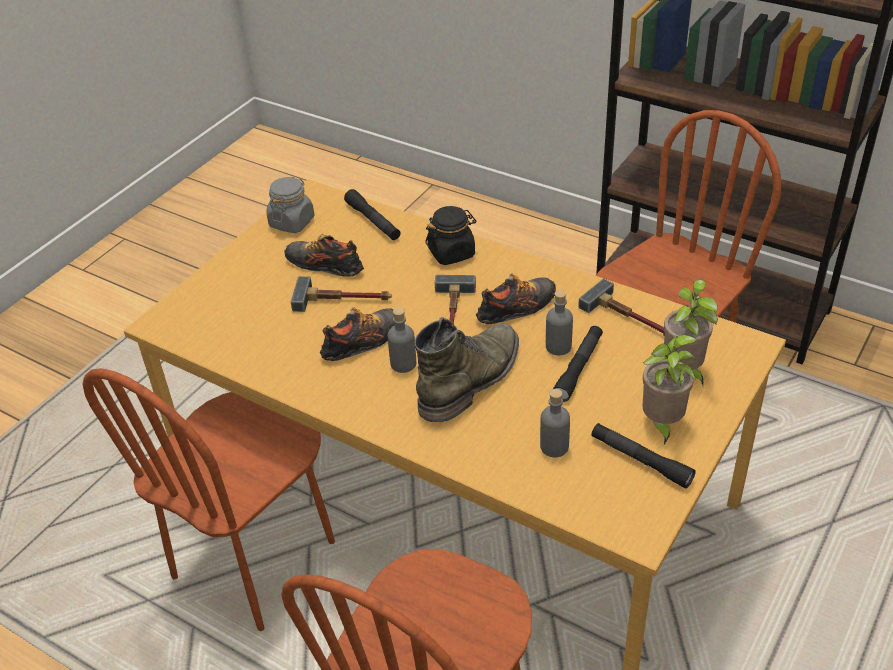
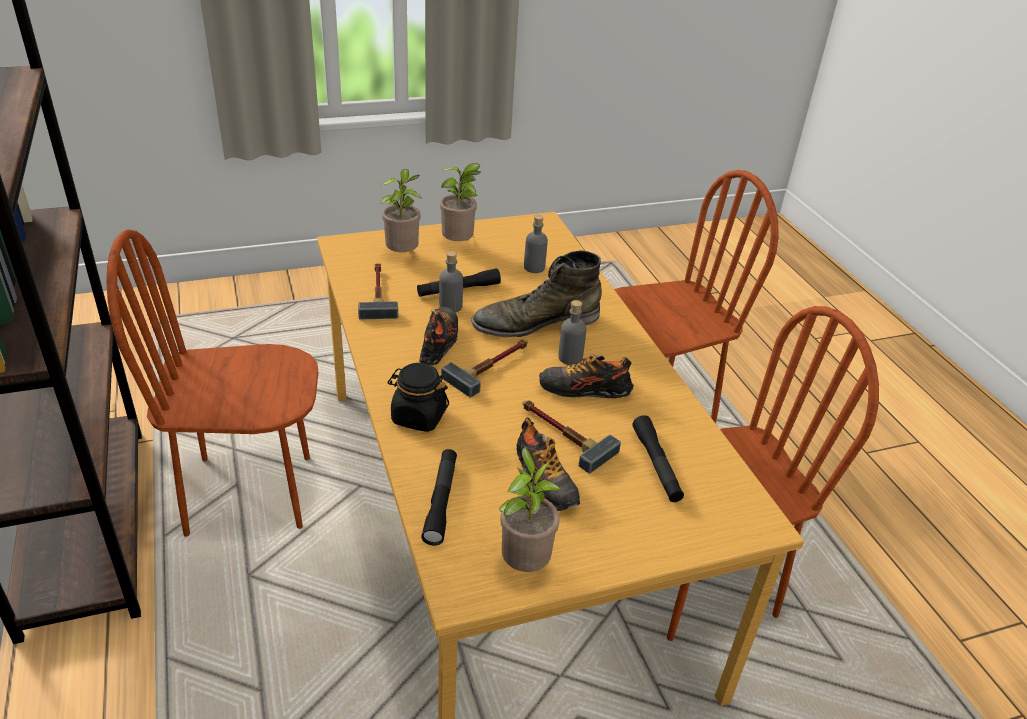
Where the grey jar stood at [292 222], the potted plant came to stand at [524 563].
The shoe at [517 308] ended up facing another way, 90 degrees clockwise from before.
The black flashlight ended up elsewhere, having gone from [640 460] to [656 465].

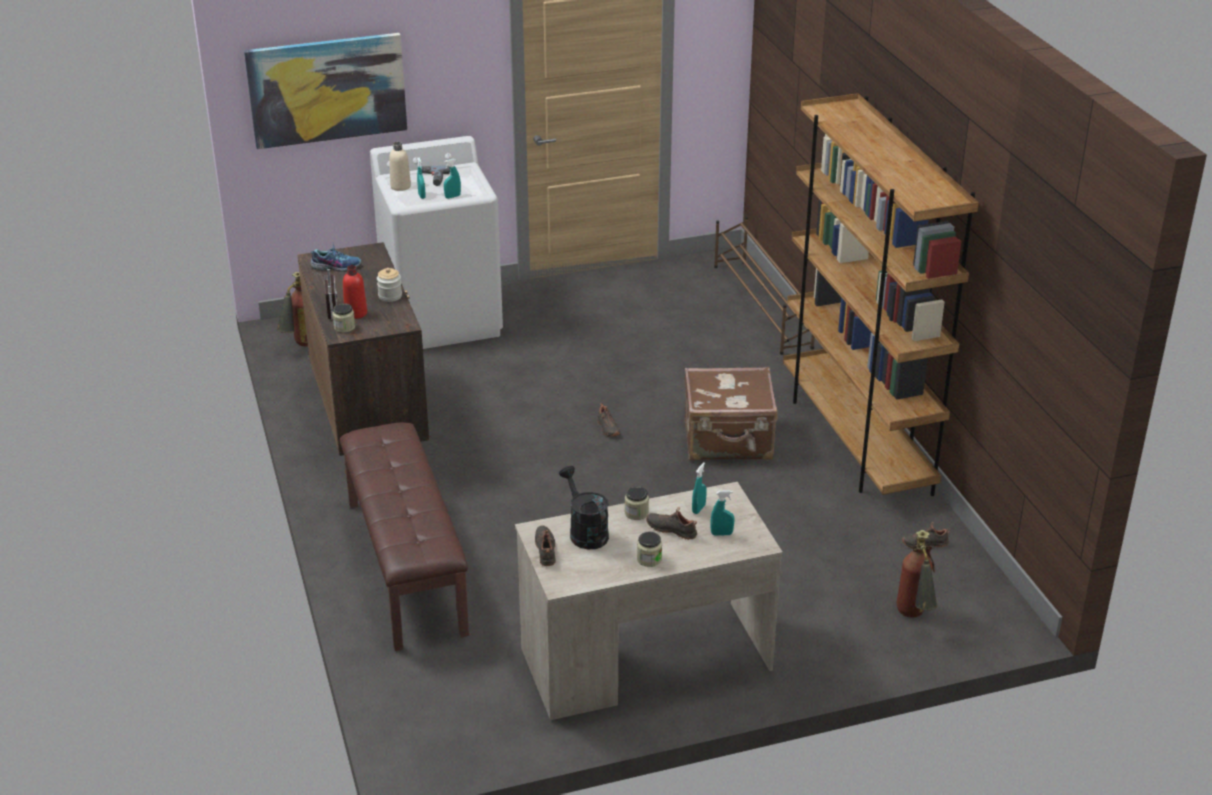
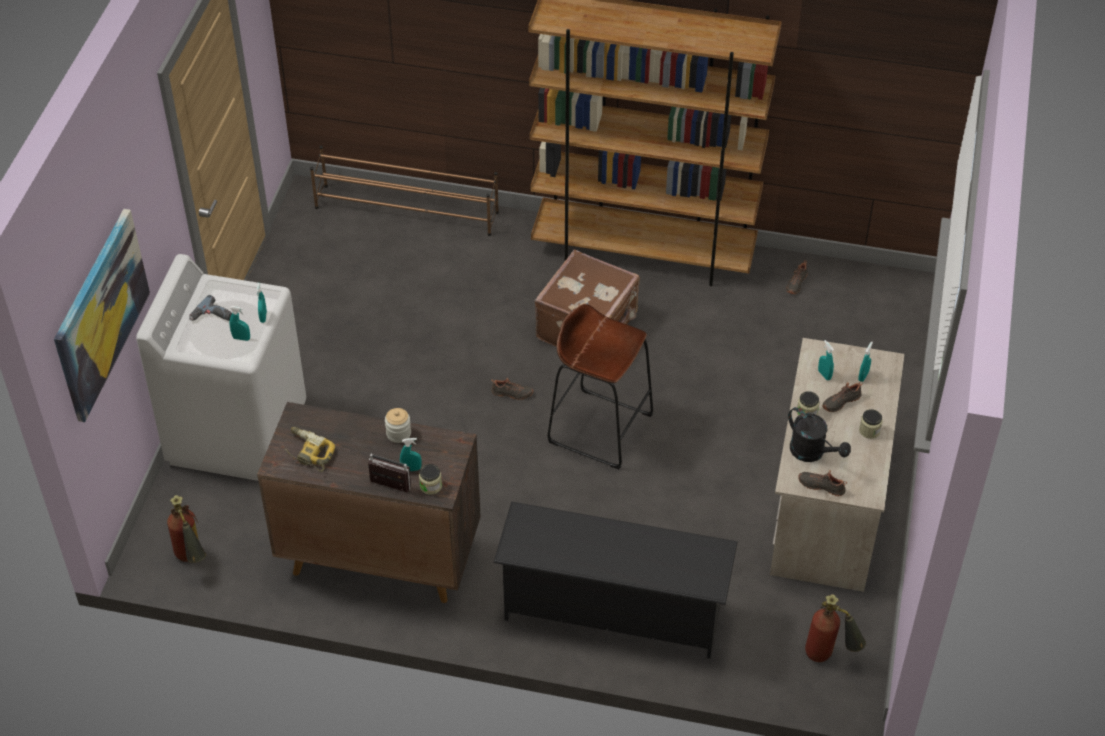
Where the shoe stood at [336 266], the power drill came to stand at [308 453].
Where the brown bench stood at [404 566], the black shoe rack came to stand at [613 610].
Where the red bottle stood at [356 313], the turquoise spray bottle came to stand at [411 469].
The second view lost the beige bottle at [400 186].
The black watering can at [585 532] ended up facing another way, 135 degrees counterclockwise from before.
The fire extinguisher ended up elsewhere, having gone from [914 617] to [829 656].
The second view gained the brown stool at [600 428].

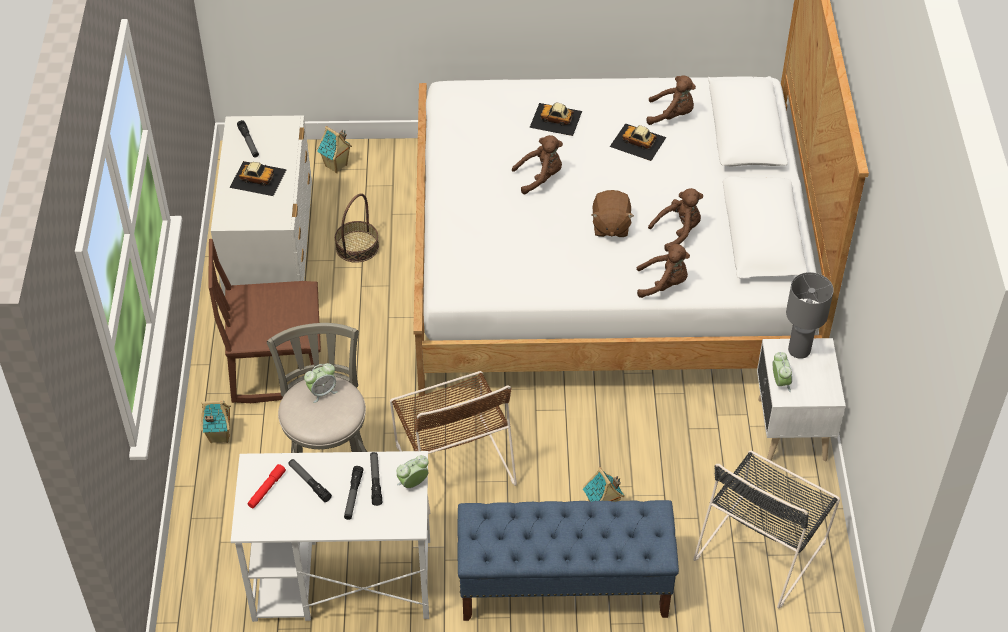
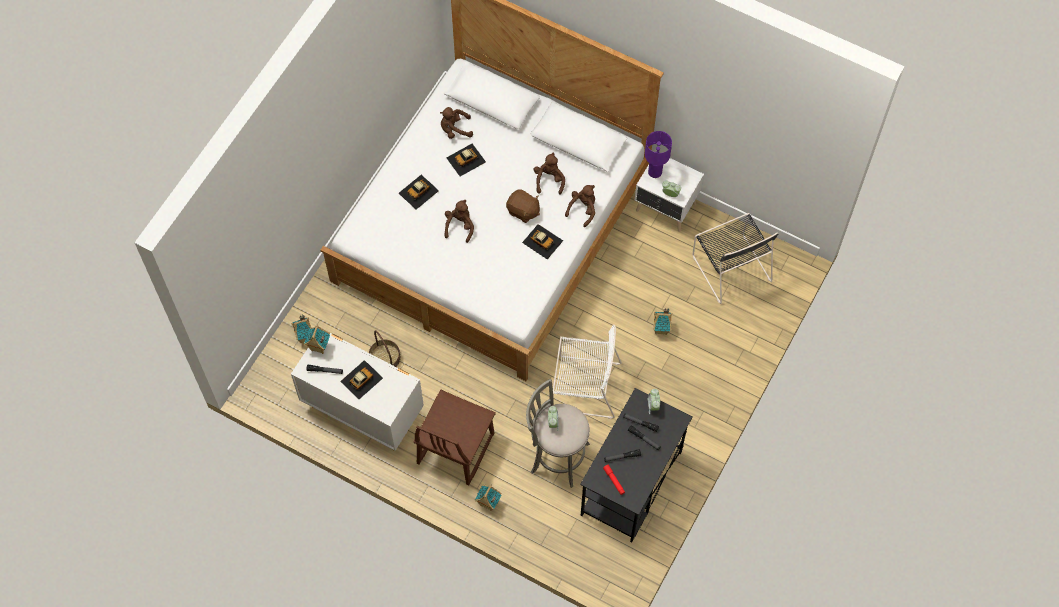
What was the white desk at [341 580] turned into the black desk at [631 484].
What was the brown chair at [453 460] turned into the white chair at [583 386].
The second view lost the blue bench at [563 587].
The brown plush toy at [672 115] ended up facing another way, 135 degrees counterclockwise from before.
What was the grey table lamp at [799 350] turned into the purple table lamp at [654 172].
The second view gained the toy house at [318 347].
The second view gained the toy car at [542 241].

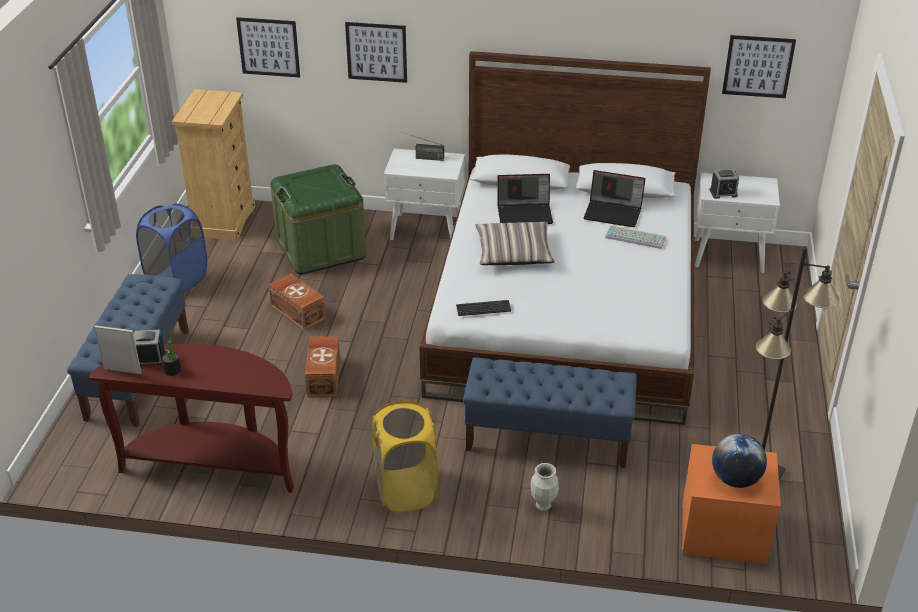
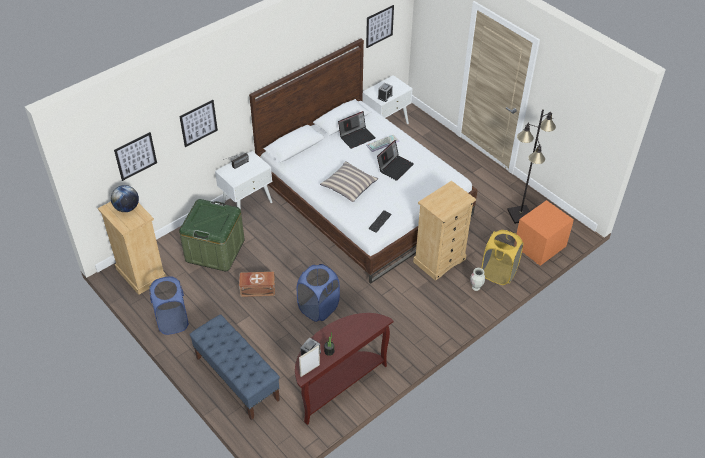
Where the brown storage box stood at [324 376], the blue laundry basket came to stand at [318 308].
The yellow laundry basket ended up elsewhere, having gone from [405 490] to [498 273].
Where the blue bench stood at [548 439], the beige dresser came to stand at [439 260].
The laptop ended up elsewhere, having gone from [525 213] to [395 167].
The globe ended up elsewhere, having gone from [735 479] to [127 208].

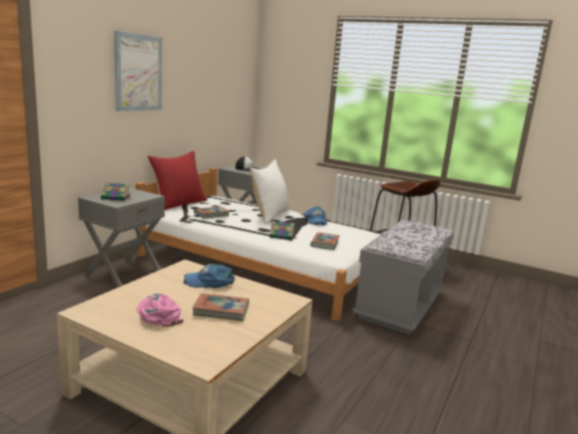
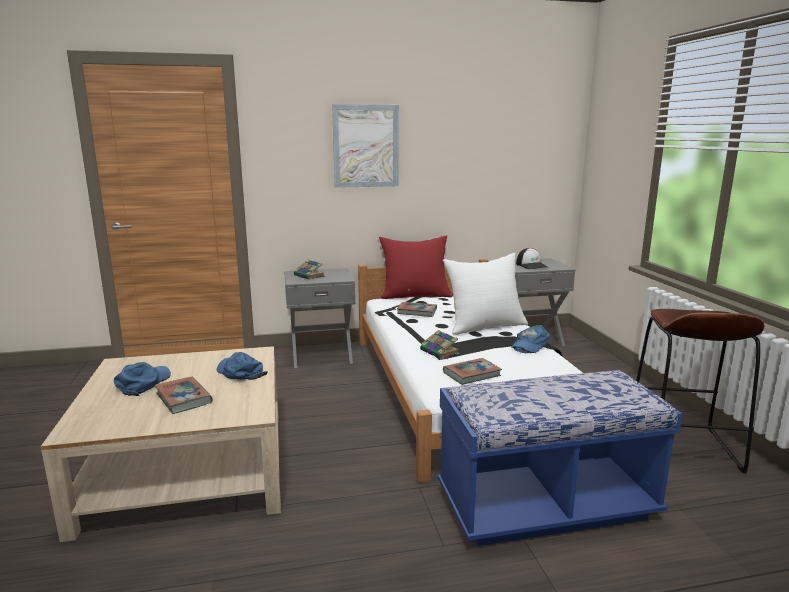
What was the pink cap at [158 314] turned into the blue cap at [143 383].
What was the grey bench at [400 306] turned into the blue bench at [546 505].

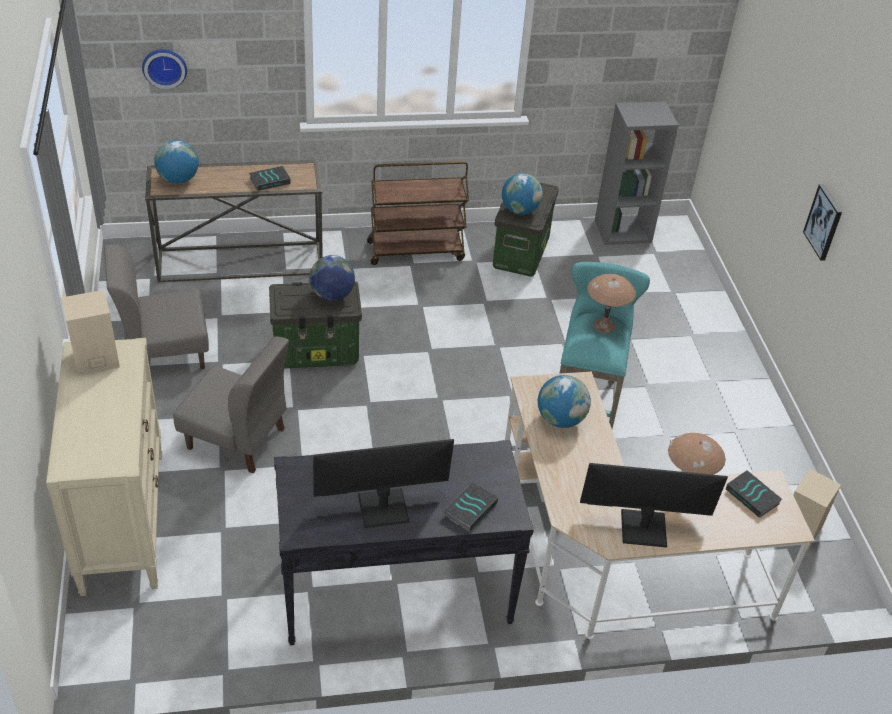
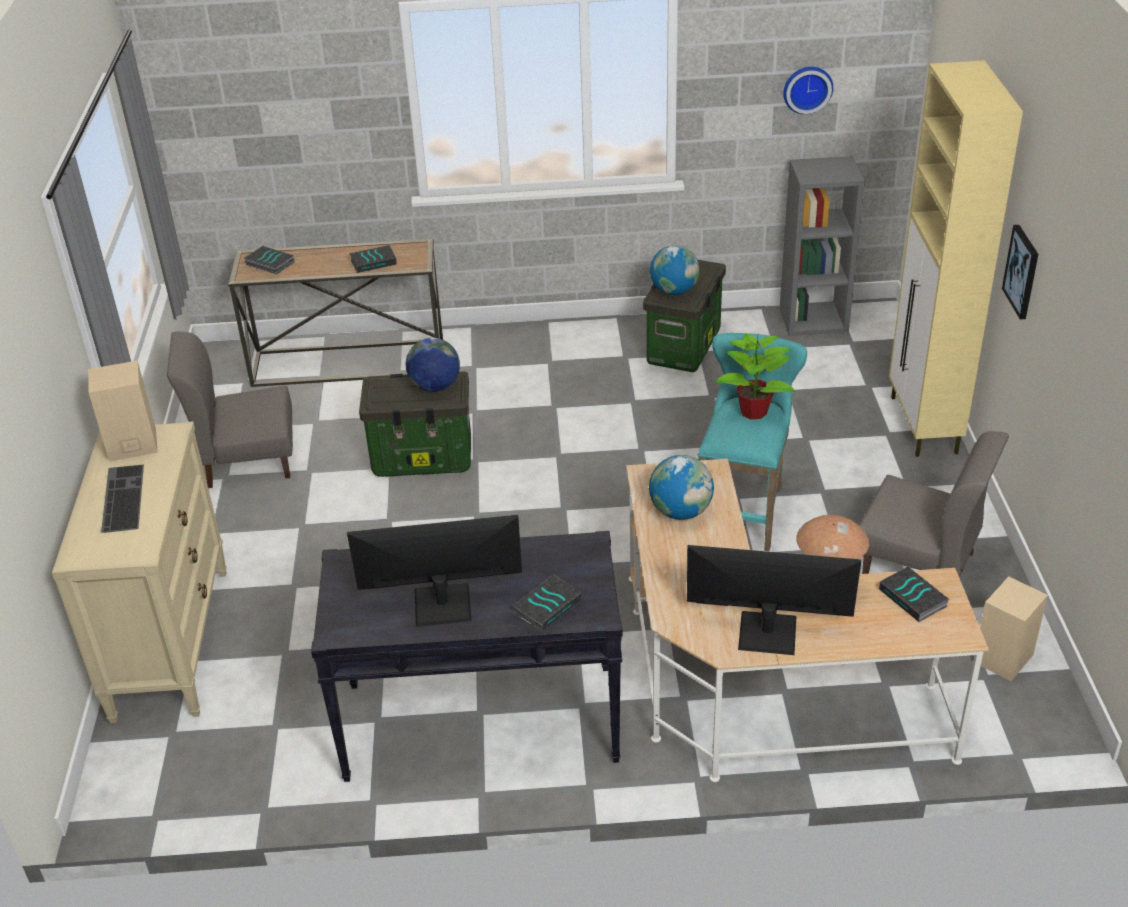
The wall clock ended up elsewhere, having gone from [164 67] to [807 88].
Where the globe stood at [178 179], the book came to stand at [269 264].
The grey chair ended up elsewhere, having gone from [236 439] to [918 564].
The second view lost the brown cart at [416 250].
Where the brown table lamp stood at [604 326], the potted plant came to stand at [754 411].
The second view gained the keyboard at [121 498].
The second view gained the beige cabinet at [923 426].

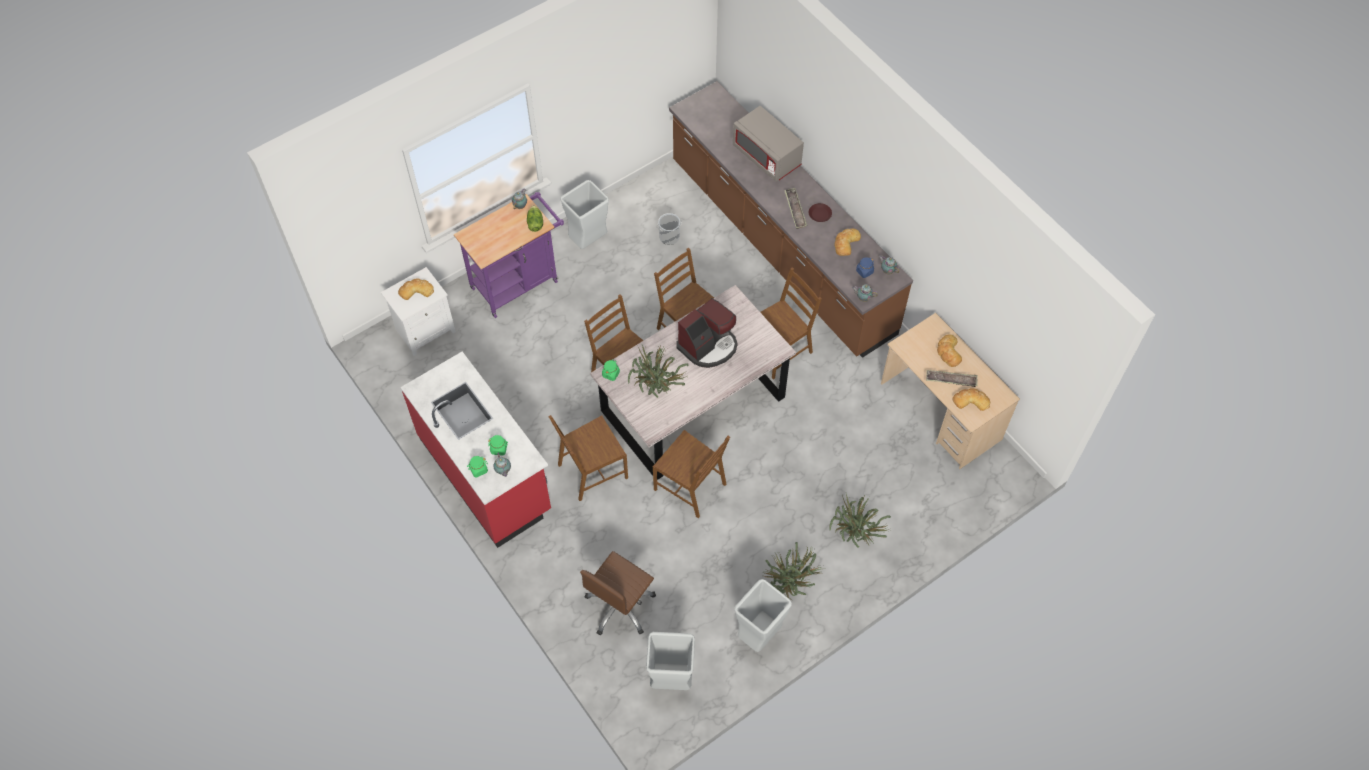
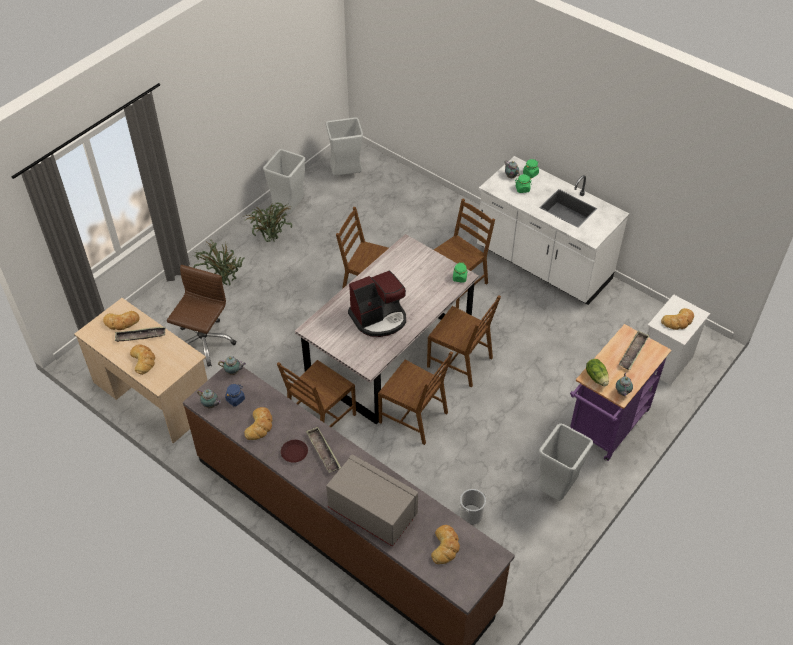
What was the red counter at [486 474] turned into the white counter at [543 265].
The brown office chair ended up elsewhere, having gone from [620 606] to [204 342].
The second view lost the potted plant at [656 392].
The coffee machine at [708 346] ended up facing another way, 150 degrees counterclockwise from before.
The second view gained the bread at [445 546].
The second view gained the tray at [633 352].

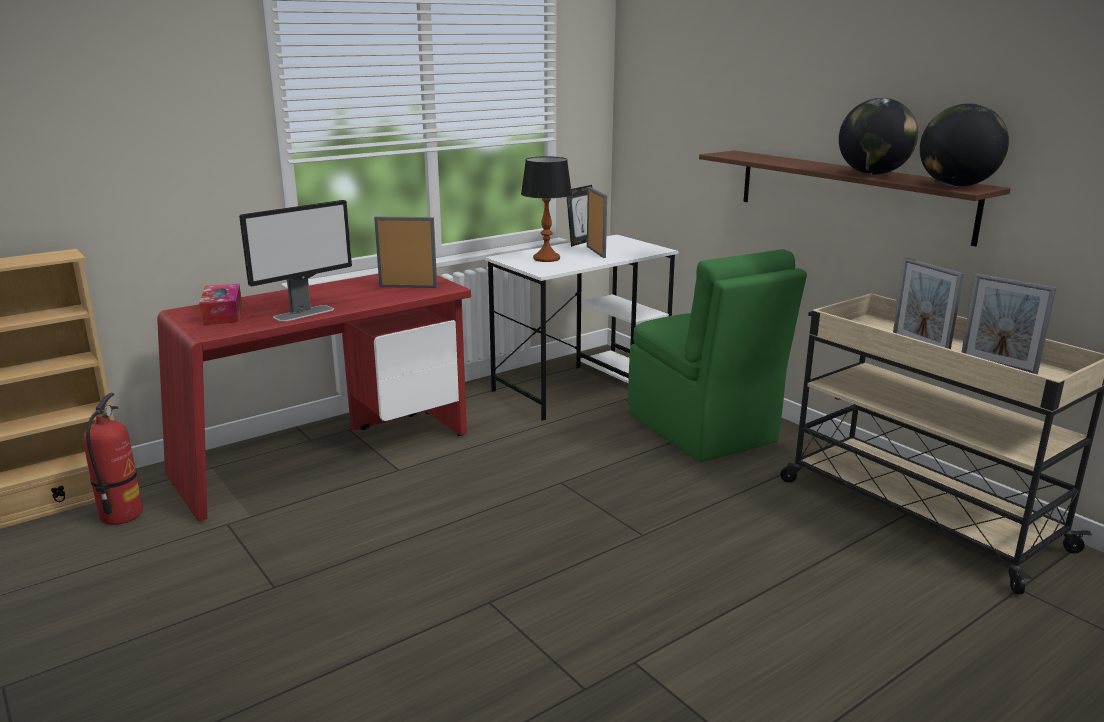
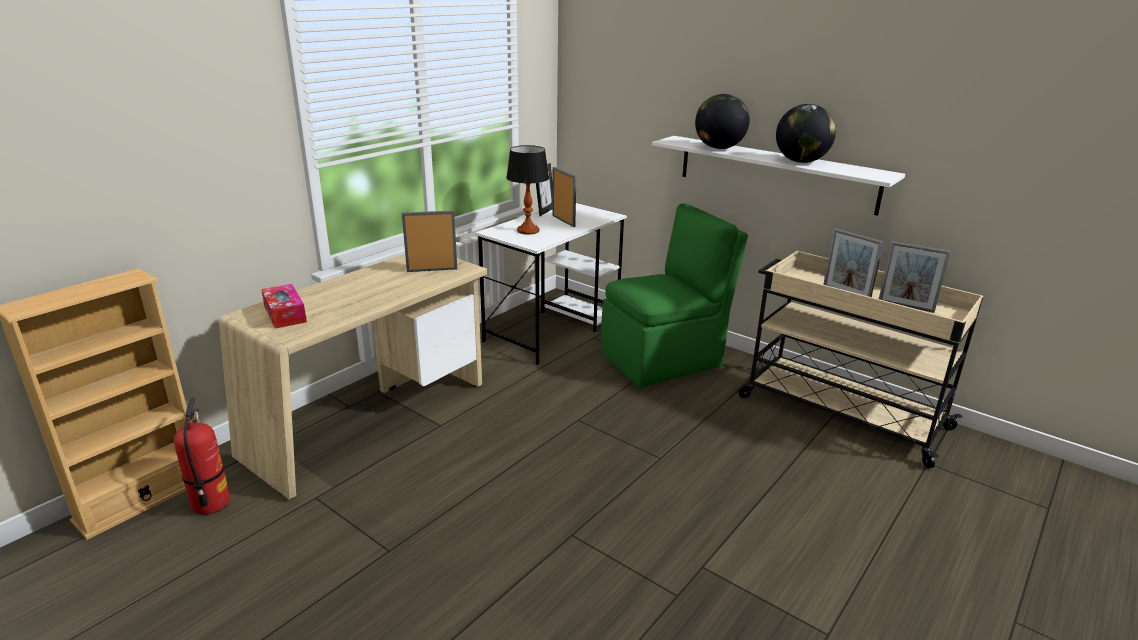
What was the red desk at [327 457] turned into the beige desk at [372 421].
The second view lost the monitor at [304 313].
The green chair at [703 430] ended up facing another way, 75 degrees counterclockwise from before.
What was the brown shelf at [850 194] turned into the white shelf at [775 173].
The globe ended up elsewhere, having gone from [956 186] to [719 148].

